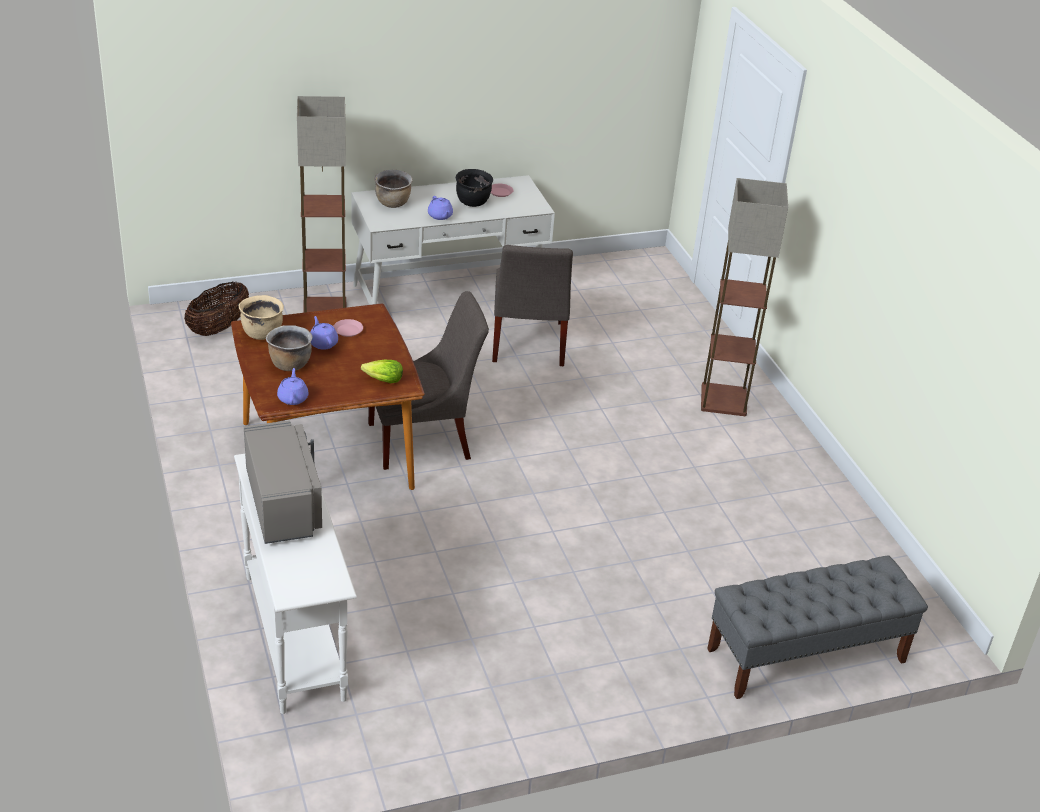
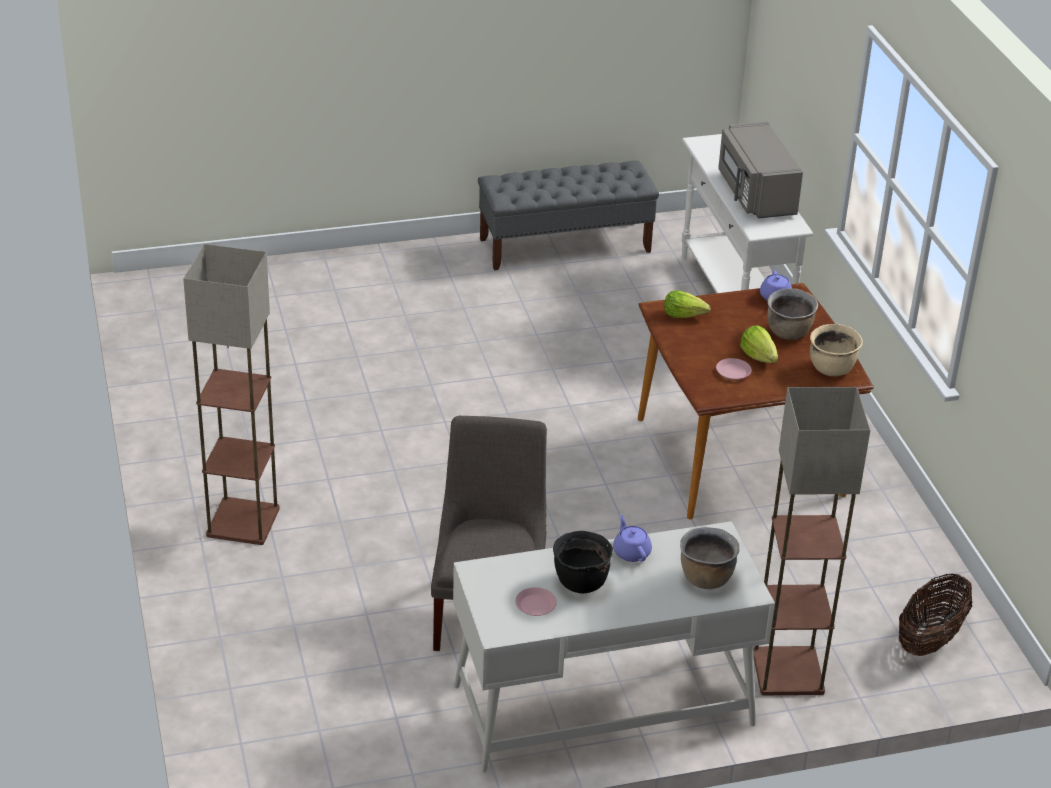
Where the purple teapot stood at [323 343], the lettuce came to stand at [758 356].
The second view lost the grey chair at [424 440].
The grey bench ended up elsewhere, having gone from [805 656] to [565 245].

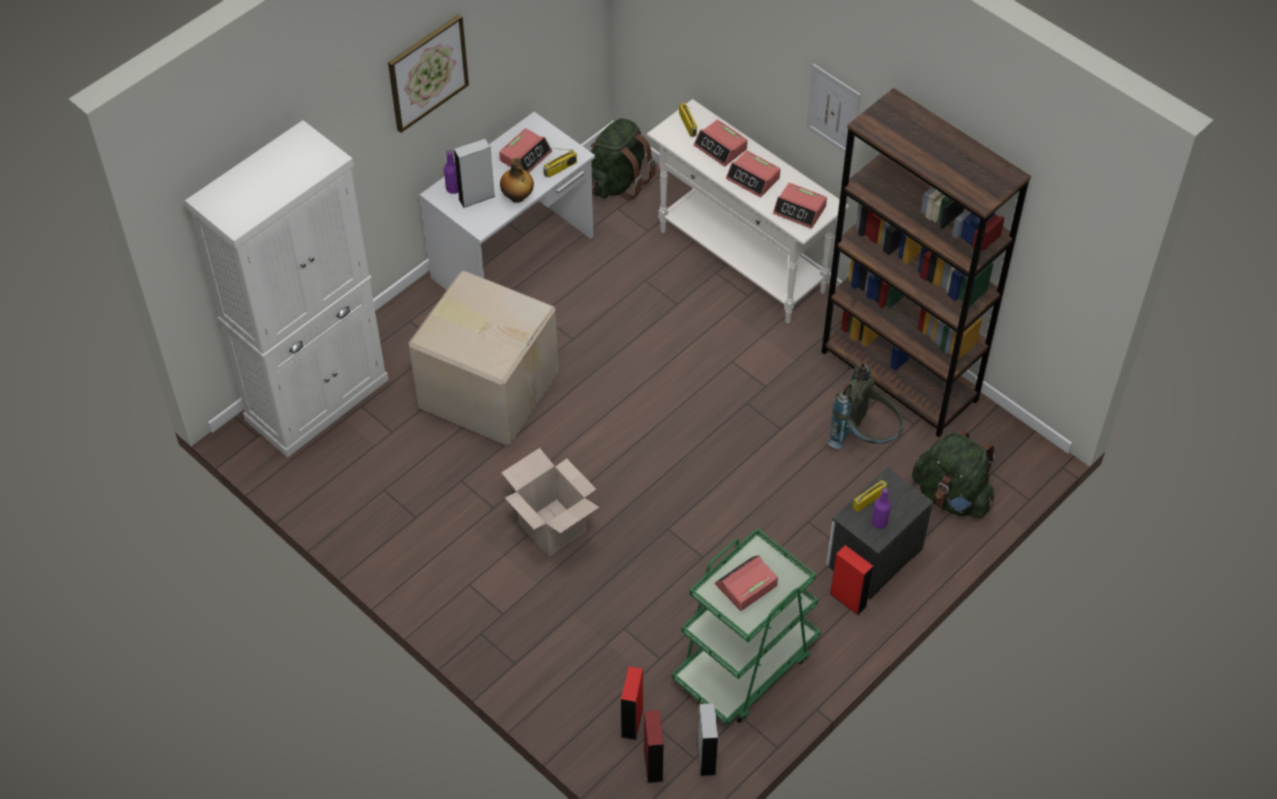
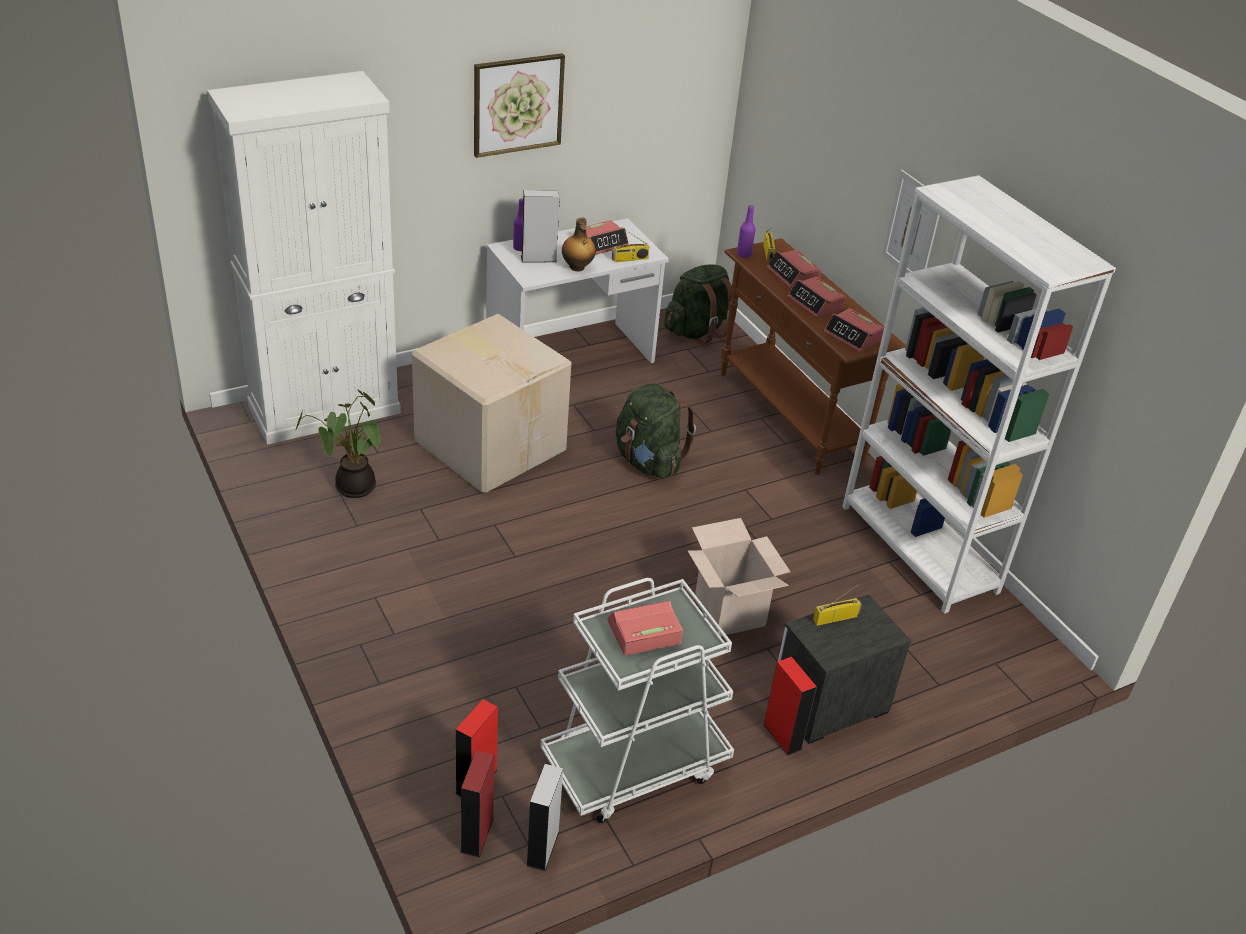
The cardboard box ended up elsewhere, having gone from [552 527] to [729 612].
What was the white console table at [741 262] turned into the brown console table at [790 416].
What was the green cart at [745 665] turned into the white cart at [634 765].
What was the brown bookcase at [899 376] turned into the white bookcase at [919 549].
The second view lost the grey backpack at [865 437].
The purple bottle ended up elsewhere, having gone from [879 522] to [743 255].
The green backpack ended up elsewhere, having gone from [951 496] to [648 462].
The second view gained the potted plant at [351 487].

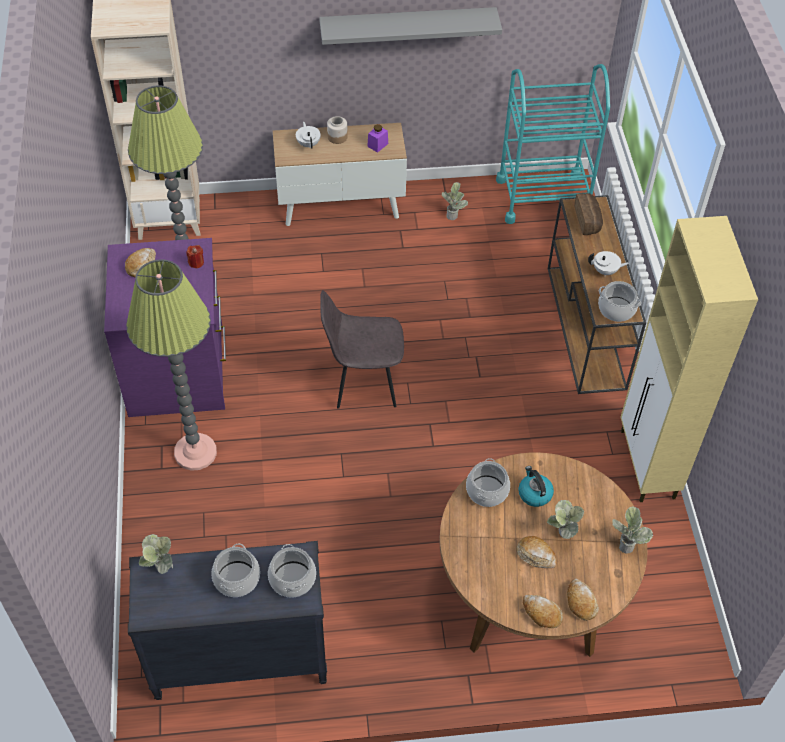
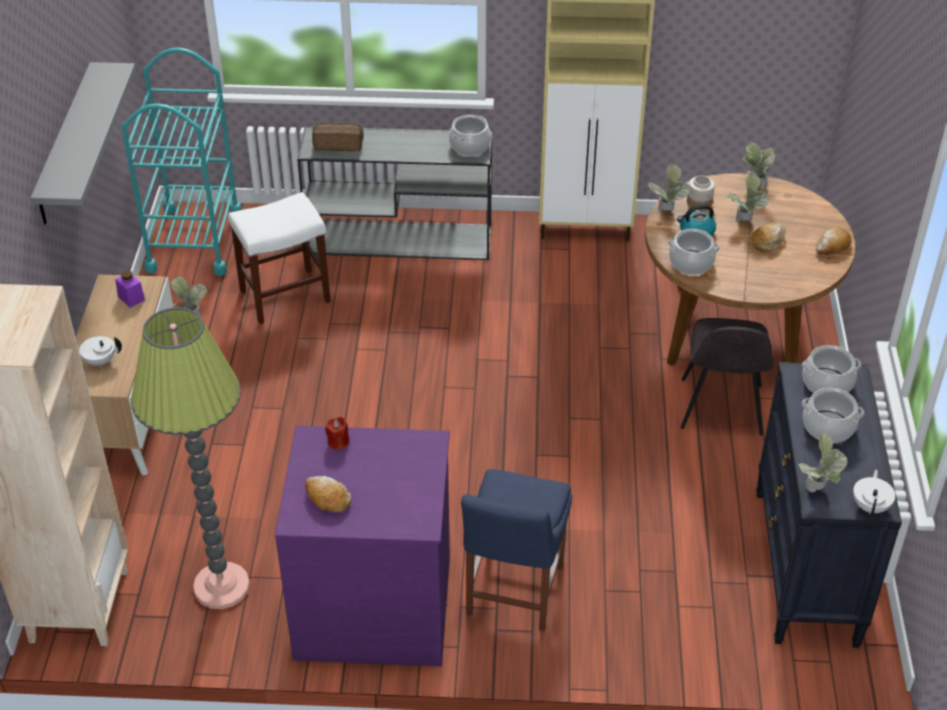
Where the floor lamp stood at [195 452], the blue chair came to stand at [512 594].
The grey chair ended up elsewhere, having gone from [363 381] to [721 409].
The jar ended up elsewhere, having gone from [337 137] to [699 203].
What was the brown console table at [586 328] turned into the grey console table at [401 240].
The second view lost the bread at [580 602].
The white teapot ended up elsewhere, having gone from [605 271] to [870 506].
The second view gained the white stool at [286 295].
The second view gained the potted plant at [666 212].

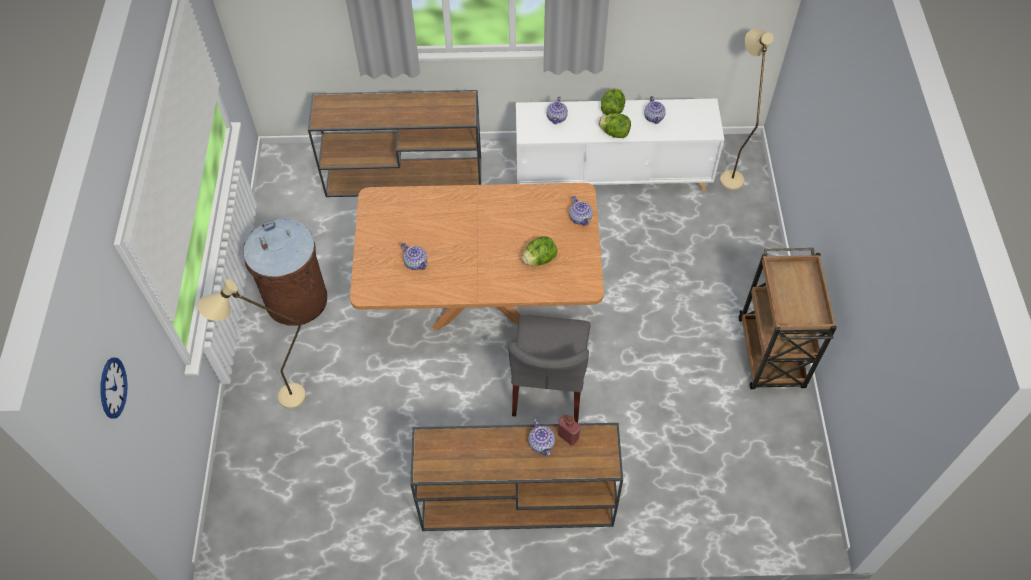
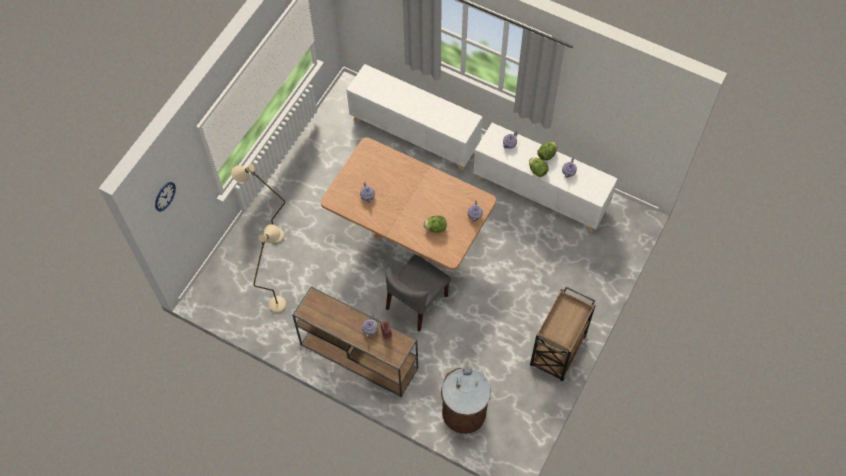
The brown trash can ended up elsewhere, having gone from [296 300] to [463 413].
Where the brown console table stood at [406 177], the white cabinet came to stand at [415 134].
The beige floor lamp ended up elsewhere, having gone from [729 173] to [280 298].

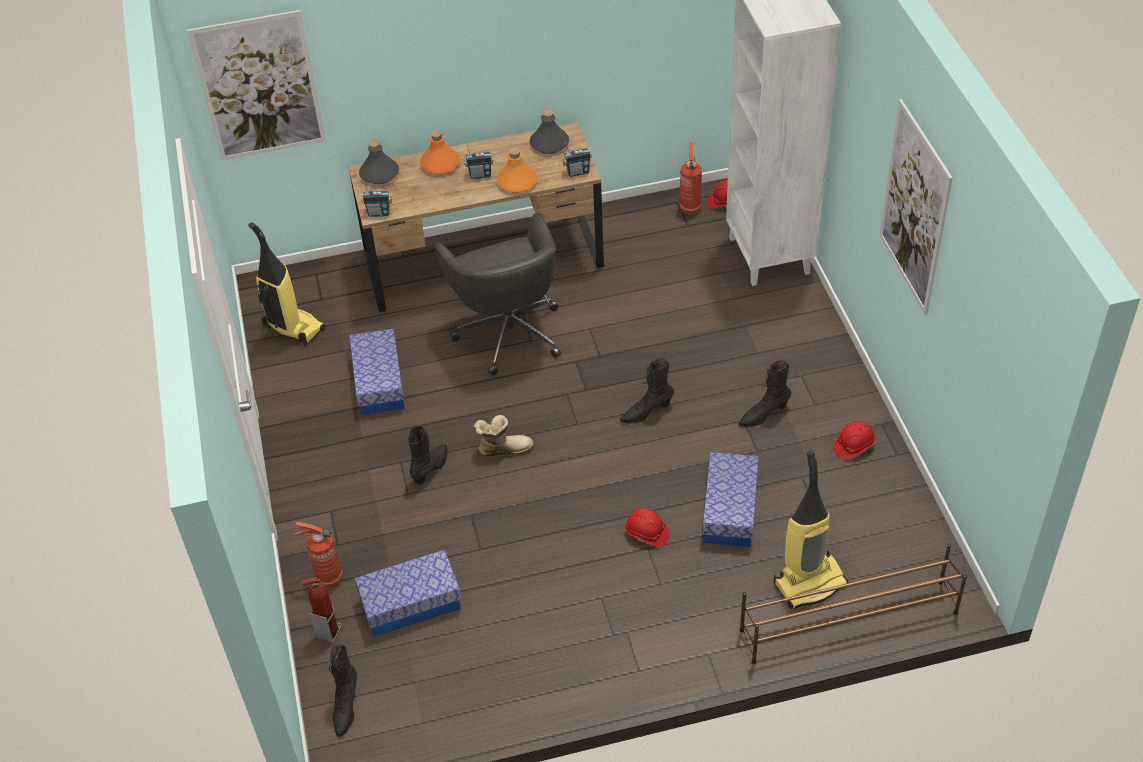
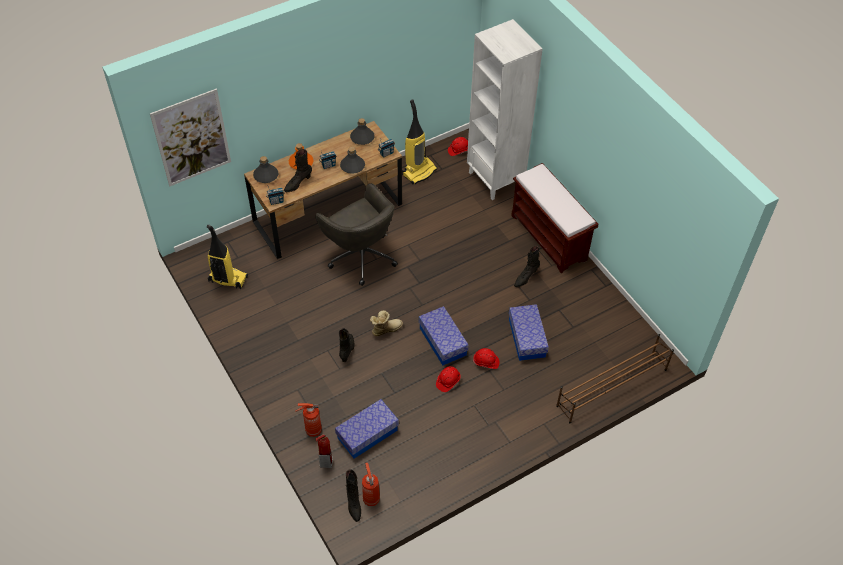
The storage box ended up elsewhere, having gone from [379 383] to [443 341].
What was the orange bottle at [517 182] turned into the grey bottle at [352 166].
The black boot ended up elsewhere, having gone from [646 412] to [297 183].
The fire extinguisher ended up elsewhere, having gone from [690 207] to [371 498].
The vacuum cleaner ended up elsewhere, having gone from [809 582] to [419 171].
The red hard hat ended up elsewhere, having gone from [853 446] to [448 381].
The second view lost the picture at [914 208].
The second view gained the brown bench at [549 238].

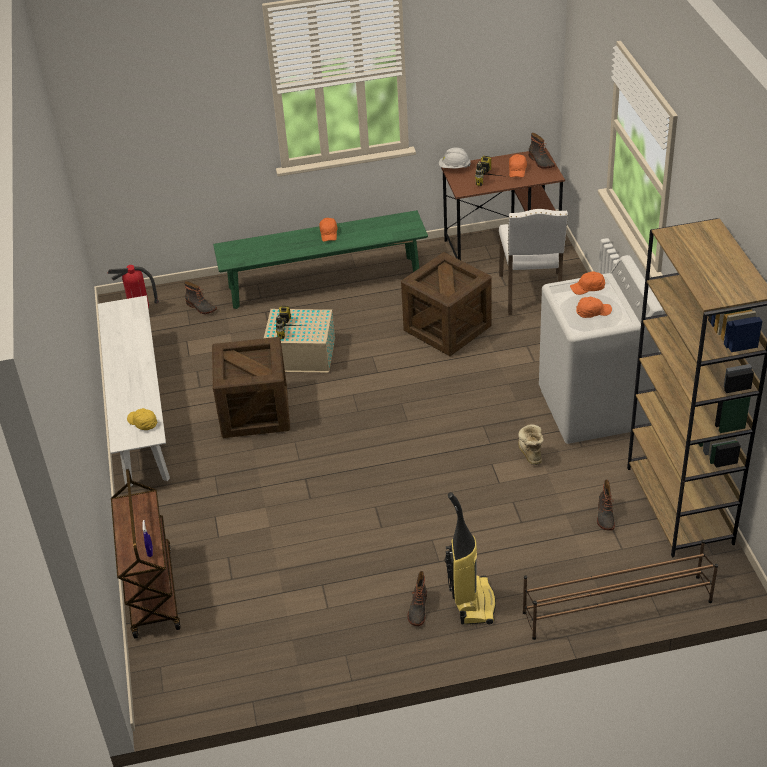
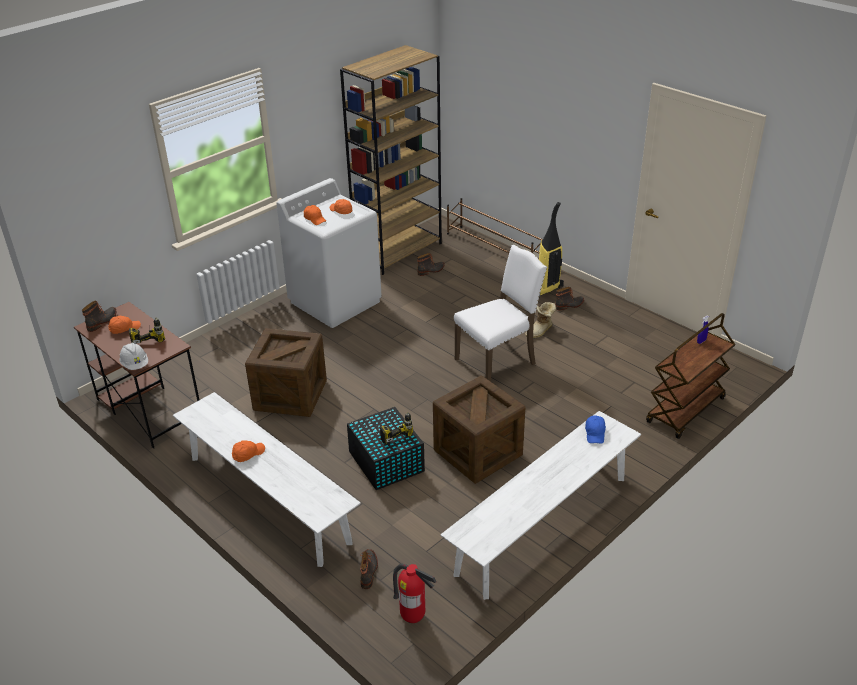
What was the yellow cap at [142 423] turned into the blue cap at [595 433].
What was the green bench at [324 282] turned into the white bench at [268 499].
What was the beige storage box at [302 355] turned into the black storage box at [386 461].
The white chair ended up elsewhere, having gone from [532 294] to [497 362].
The boot ended up elsewhere, having gone from [529 453] to [540 331].

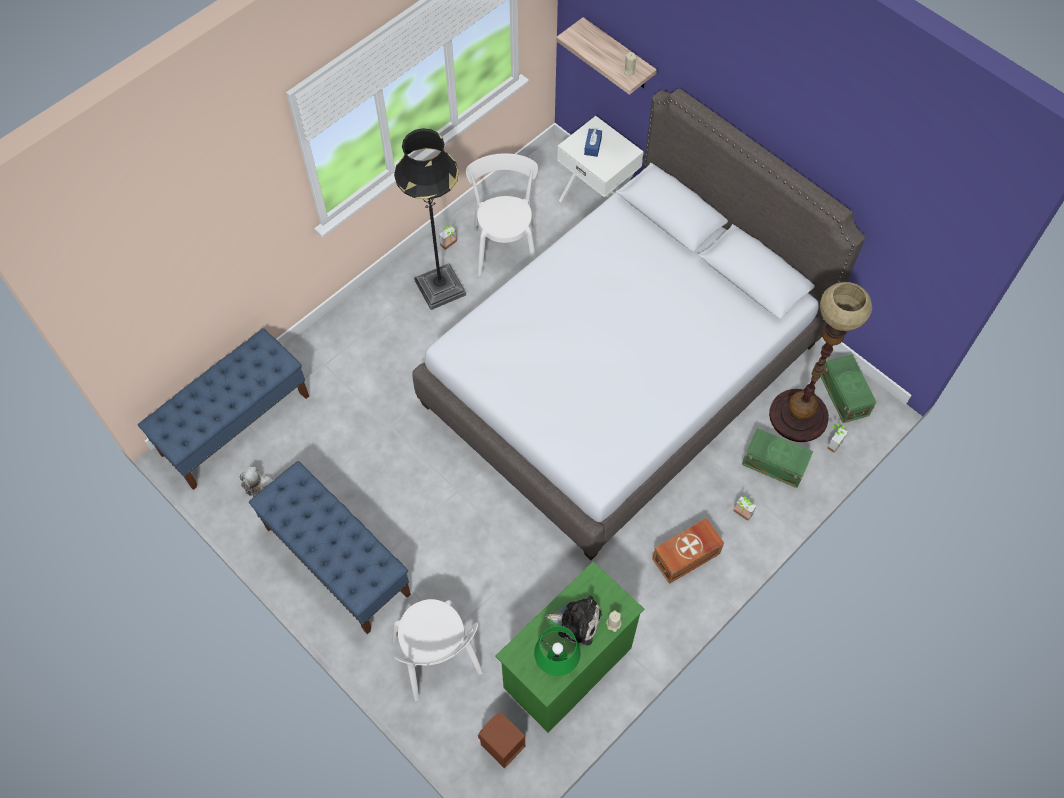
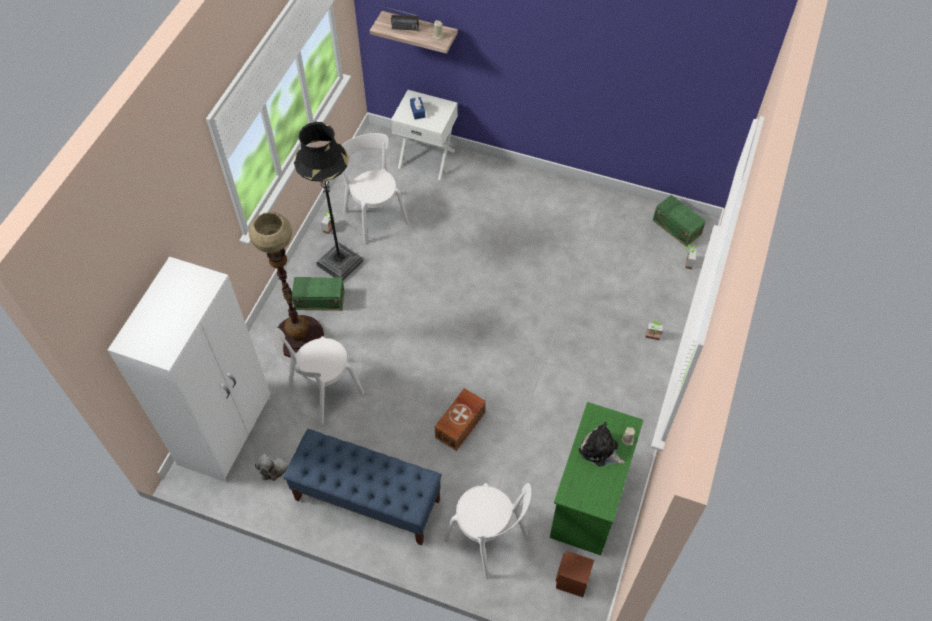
Where the blue bench stood at [235 424], the white wardrobe came to stand at [226 430].
The second view lost the grey bed at [620 373].
The second view lost the green table lamp at [557 666].
The plush toy at [576 622] ended up facing another way, 135 degrees counterclockwise from before.
The brown storage box ended up elsewhere, having gone from [687 556] to [461 425].
The green storage box ended up elsewhere, having gone from [773 463] to [319 299].
The floor lamp ended up elsewhere, having gone from [798 416] to [299 337].
The second view gained the white chair at [323 392].
The second view gained the radio at [398 27].

